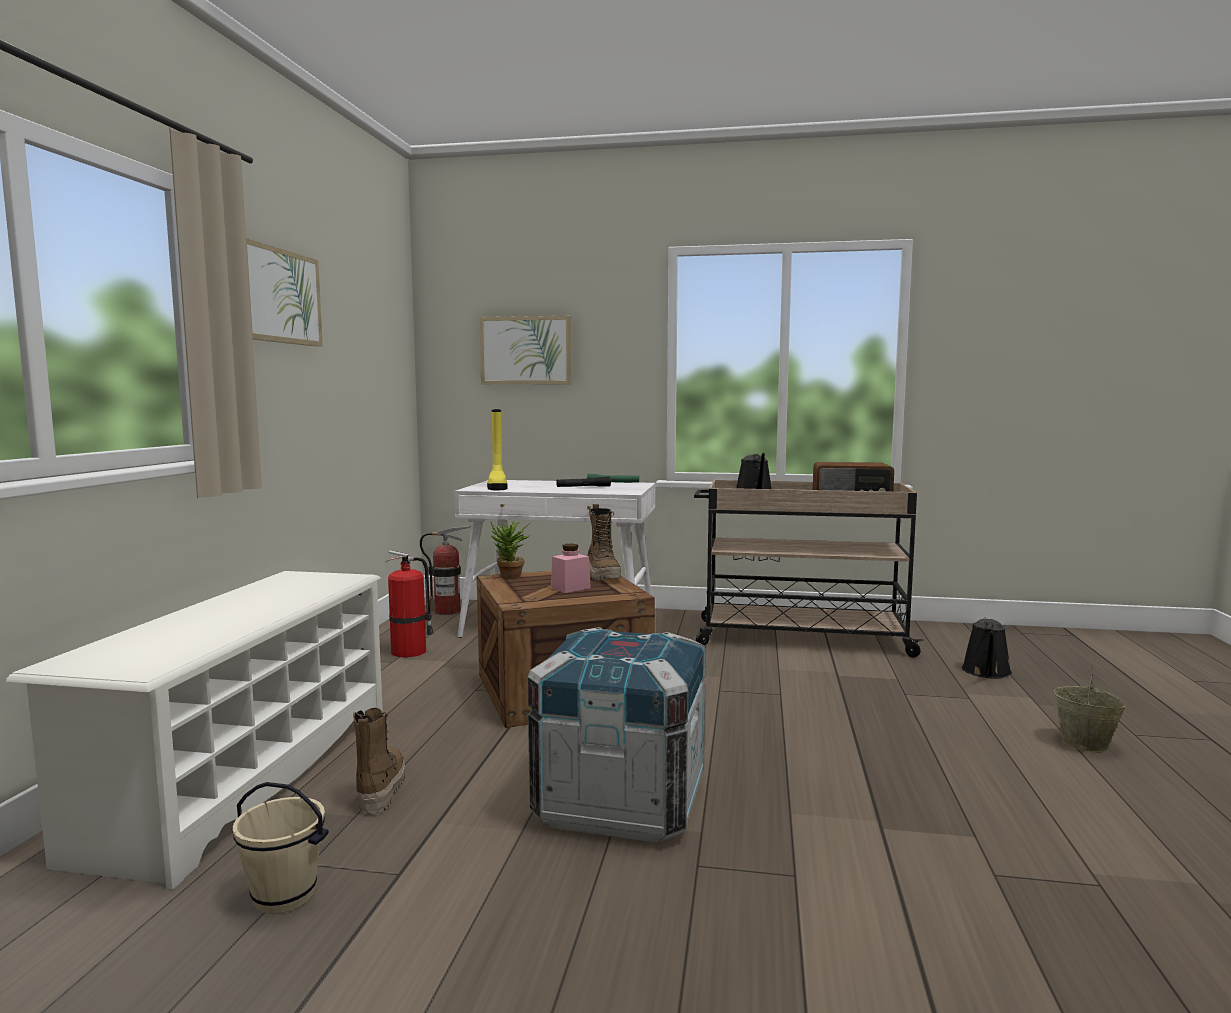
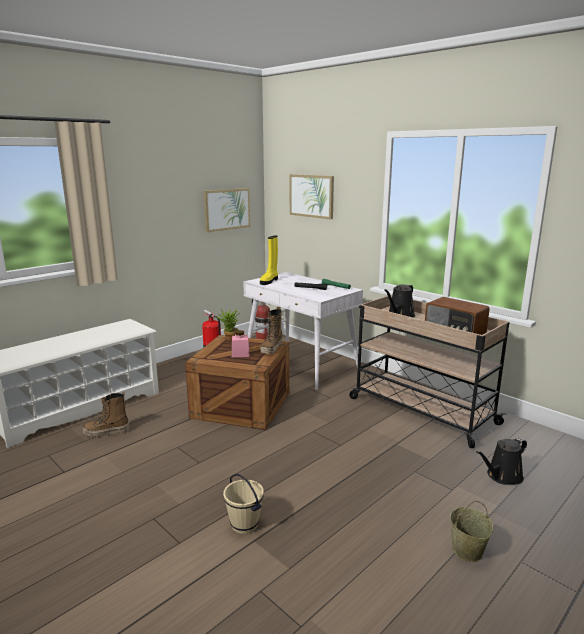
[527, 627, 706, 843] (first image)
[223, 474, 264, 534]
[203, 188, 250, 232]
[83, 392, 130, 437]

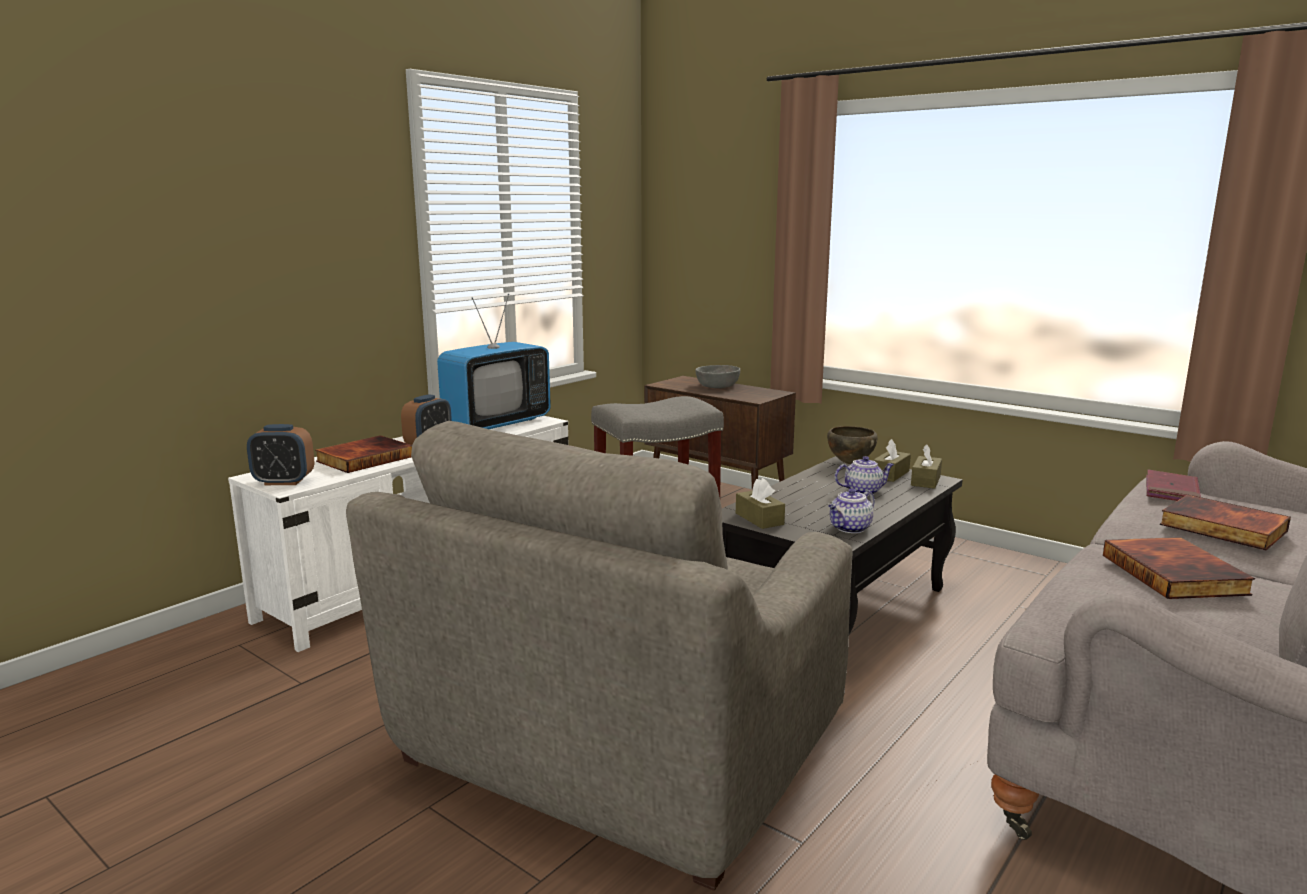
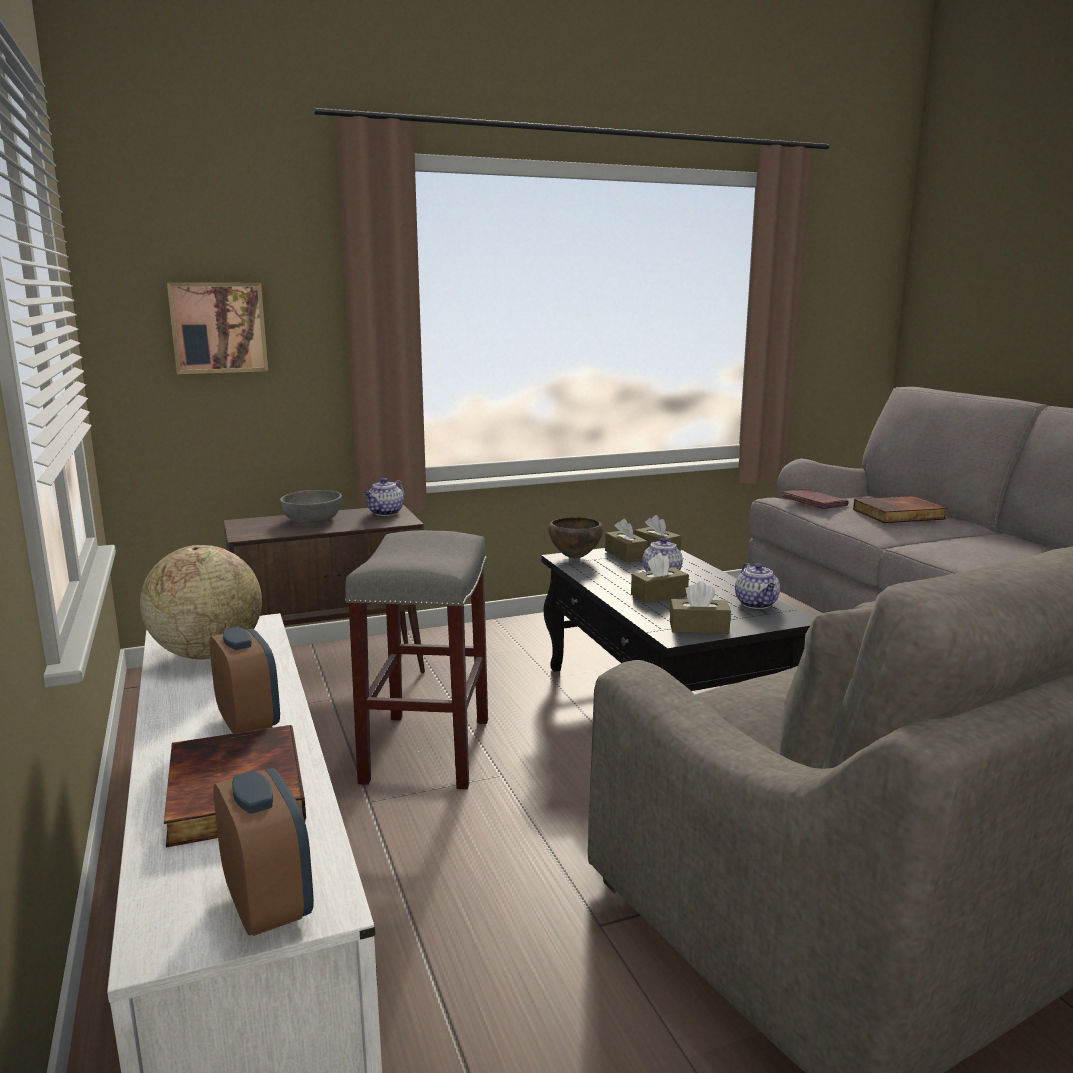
[1103, 537, 1255, 599] (first image)
[167, 282, 268, 374]
[364, 478, 405, 516]
[631, 553, 689, 603]
[140, 545, 262, 660]
[213, 768, 314, 936]

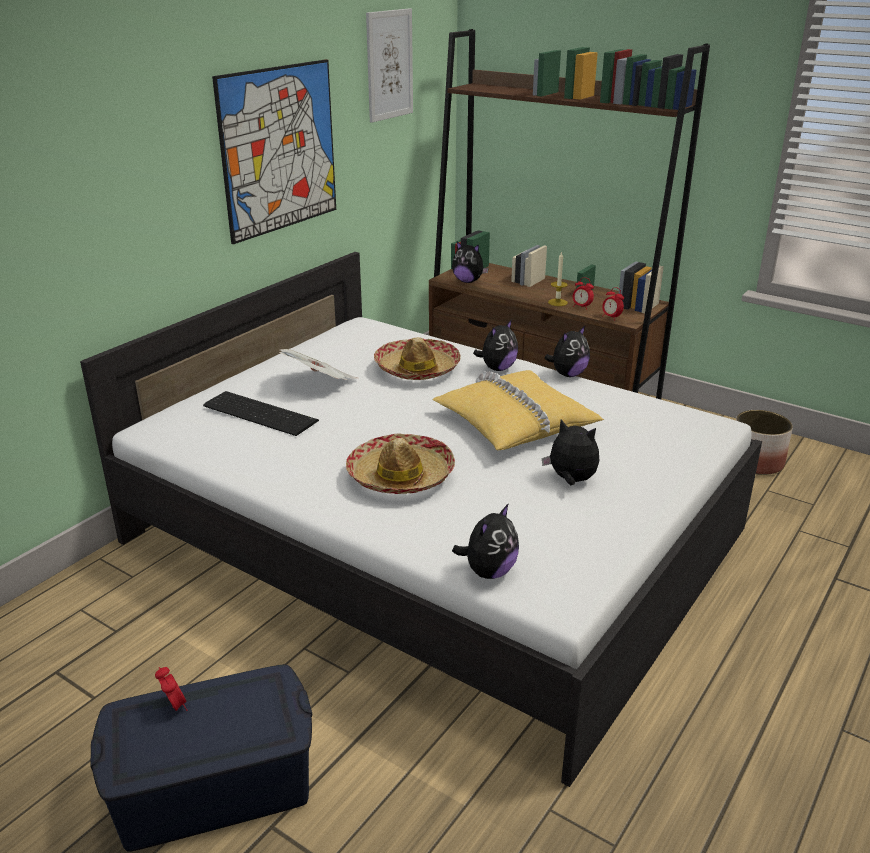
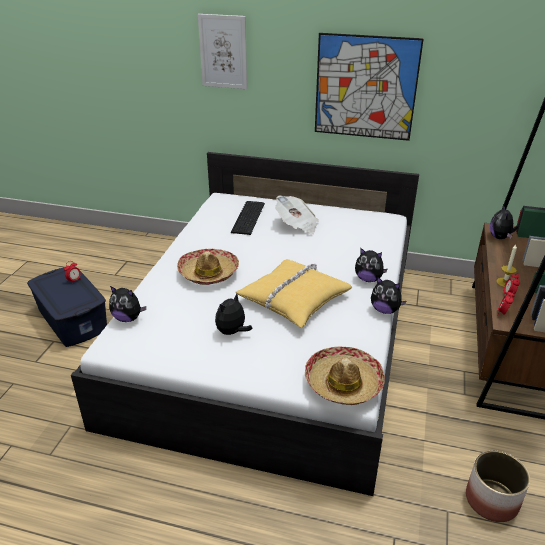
[198, 14, 247, 89]
[305, 347, 385, 405]
[215, 293, 252, 335]

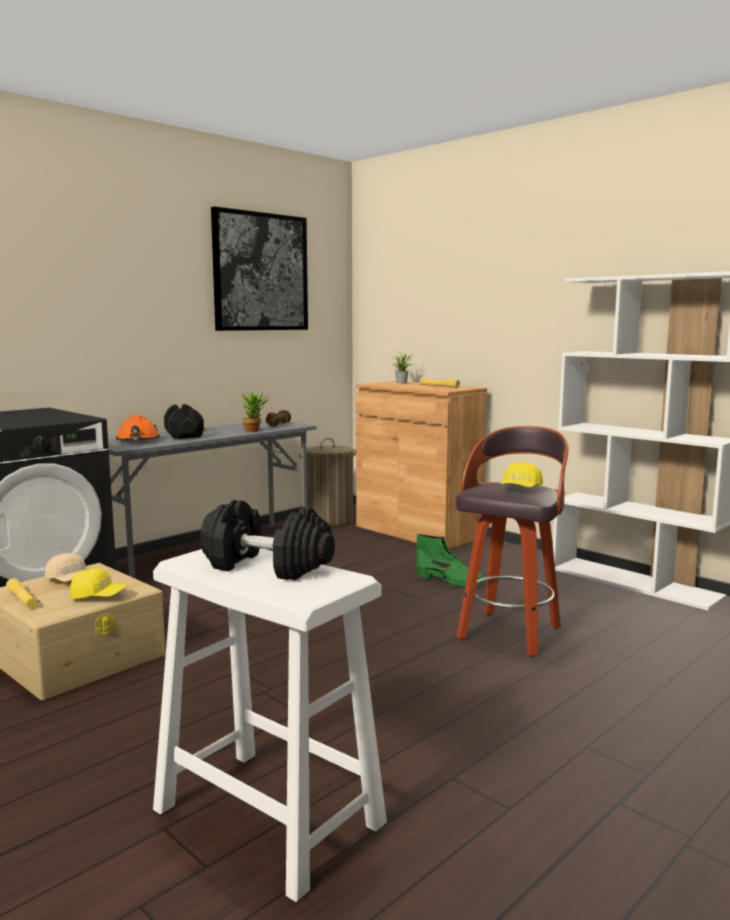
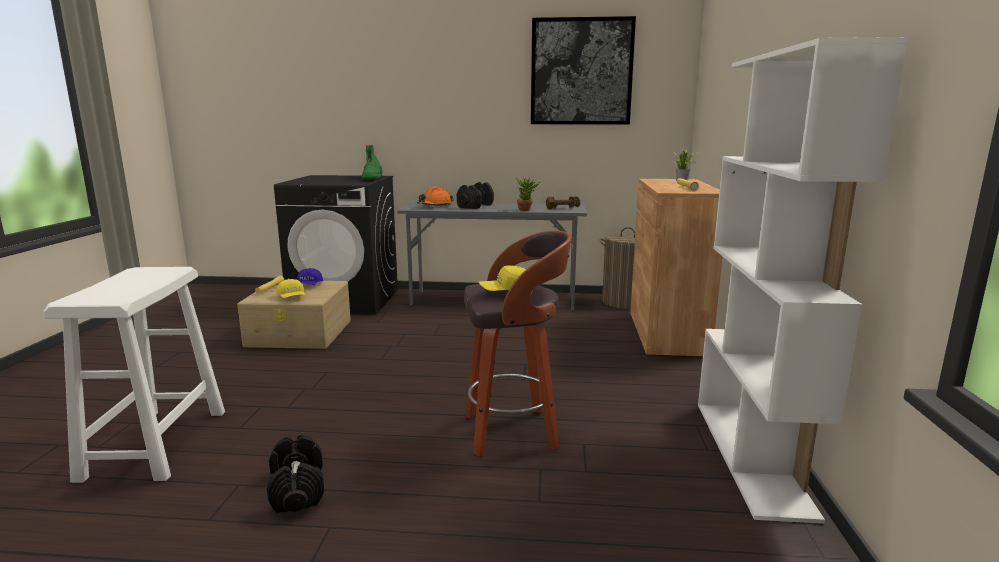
[267, 435, 324, 513]
[362, 145, 382, 180]
[297, 268, 323, 285]

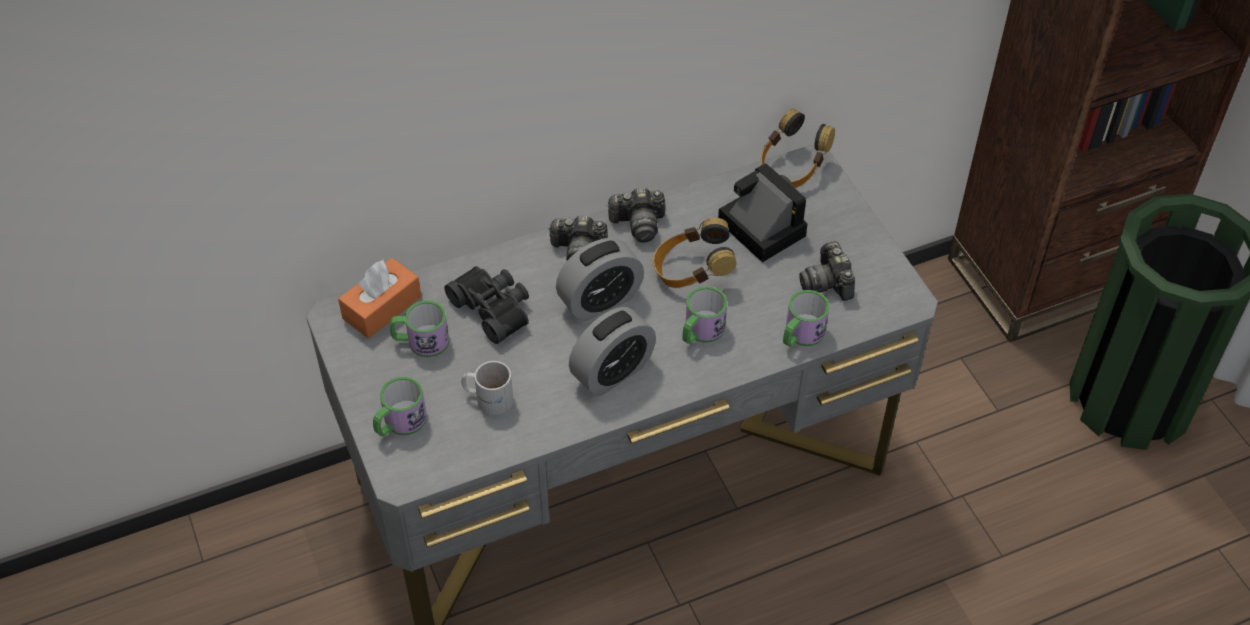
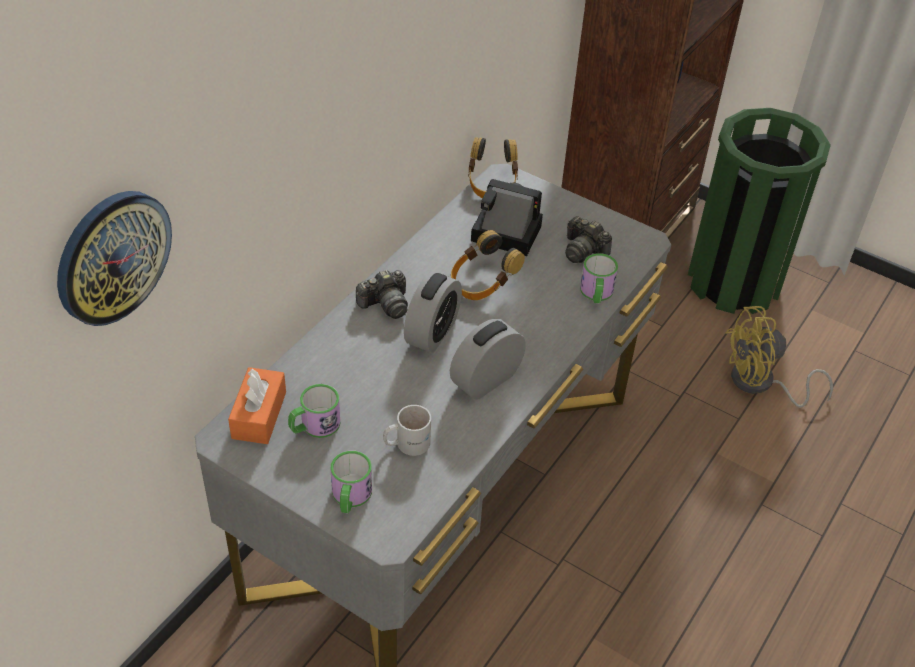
[444, 266, 529, 344] (first image)
[607, 188, 665, 242] (first image)
[682, 286, 727, 344] (first image)
[57, 191, 172, 326]
[725, 306, 833, 408]
[450, 319, 526, 399]

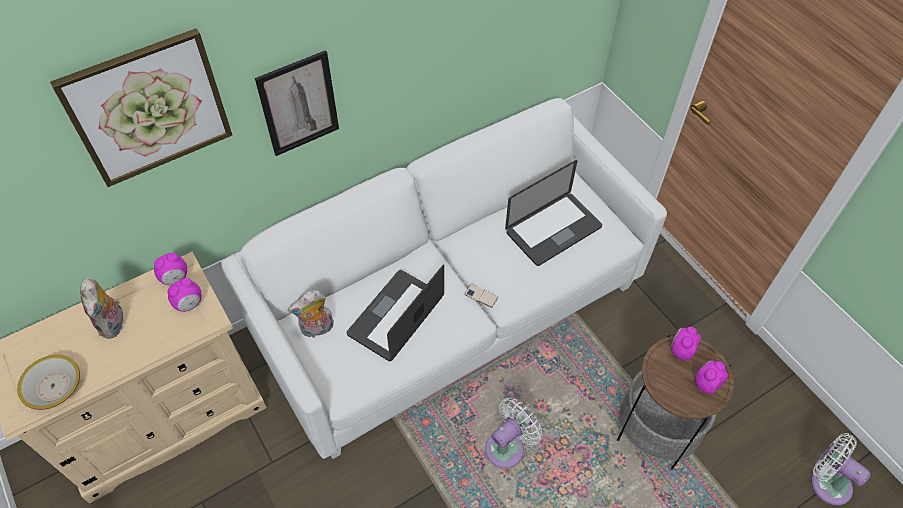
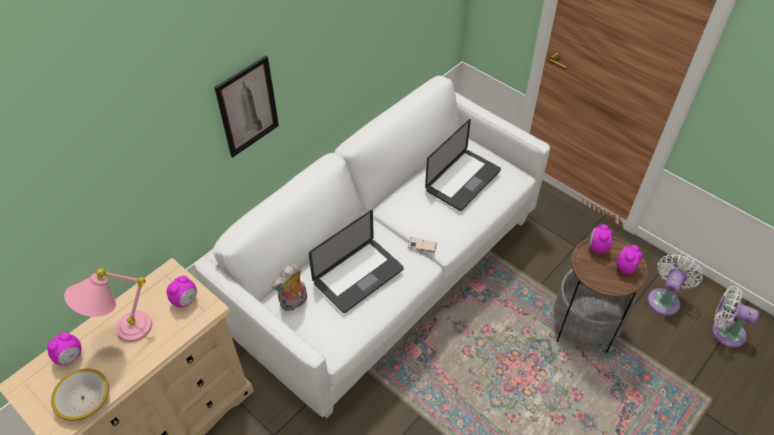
[50, 28, 232, 187] (first image)
[47, 332, 81, 365]
[648, 253, 703, 316]
[64, 269, 152, 342]
[309, 210, 404, 313]

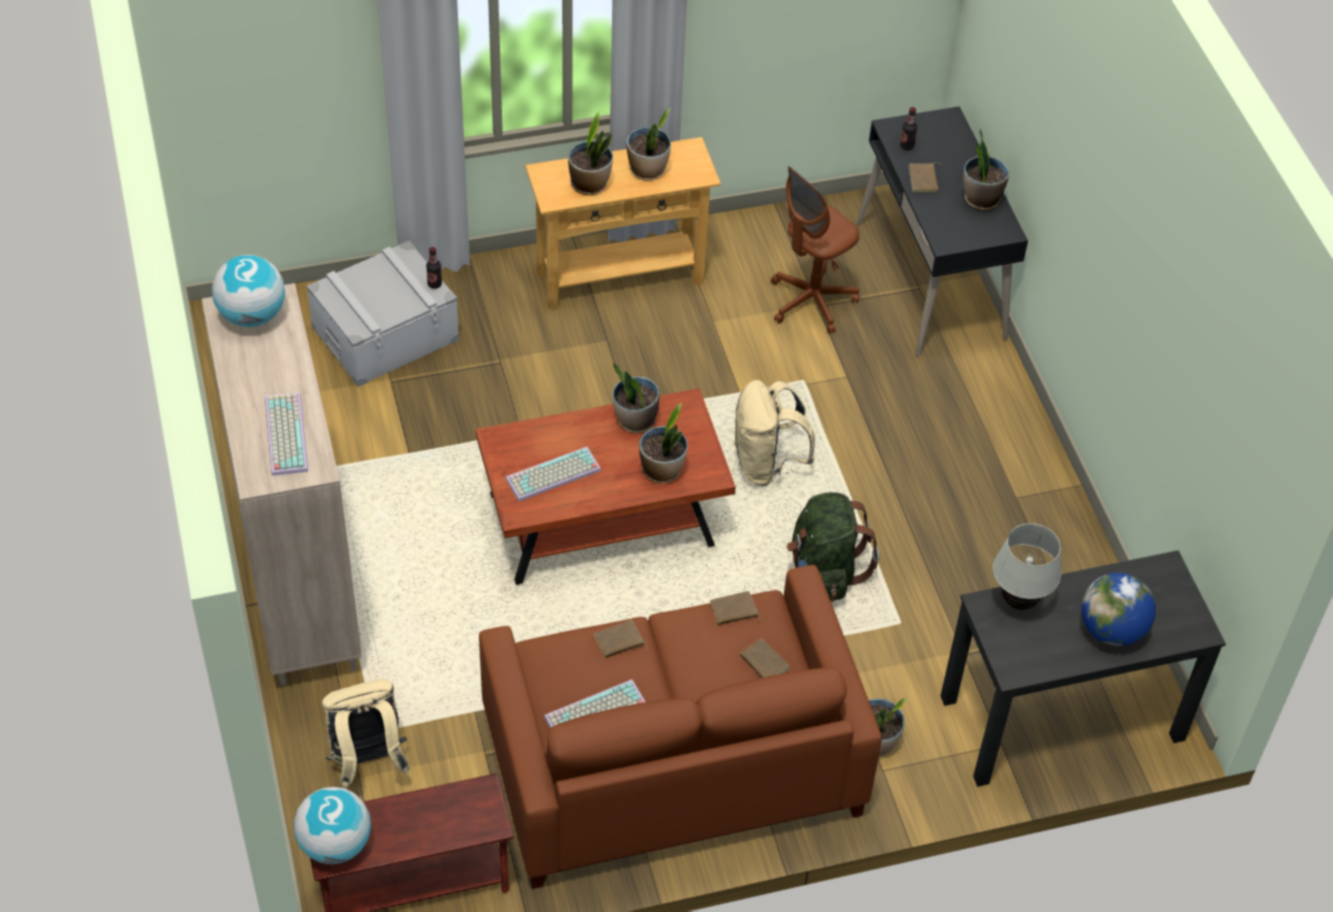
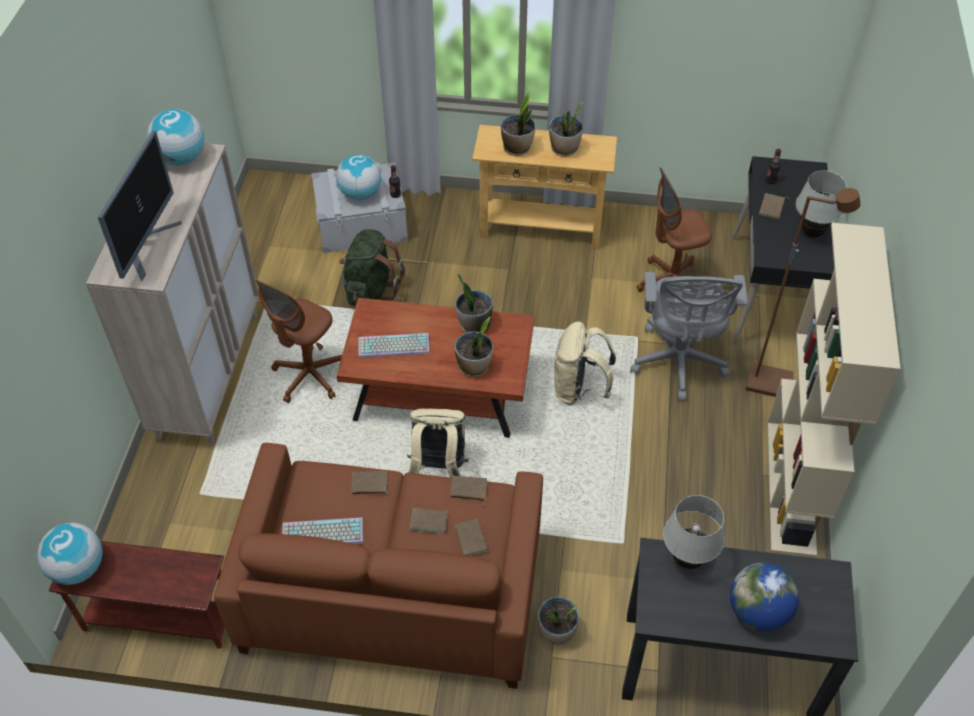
[255, 280, 342, 403]
[336, 154, 381, 200]
[409, 501, 448, 534]
[630, 272, 747, 401]
[746, 188, 861, 397]
[767, 223, 901, 557]
[407, 408, 468, 478]
[339, 229, 405, 306]
[98, 131, 182, 281]
[795, 171, 846, 238]

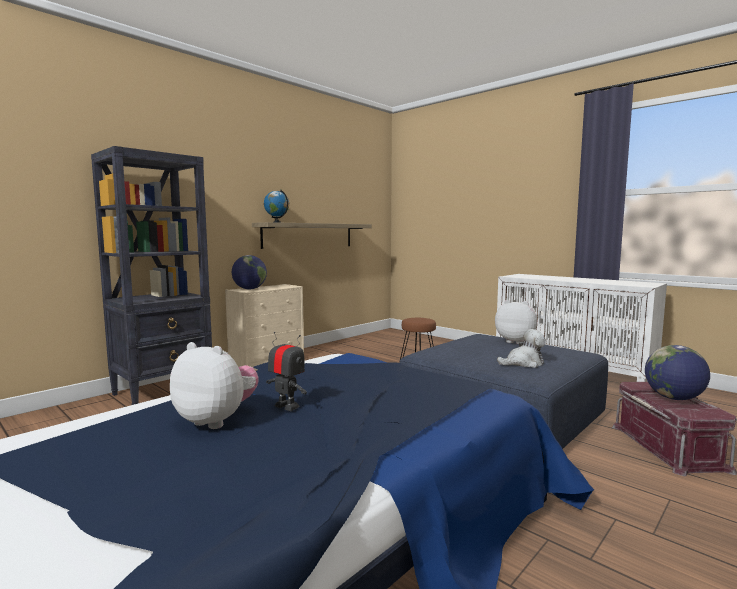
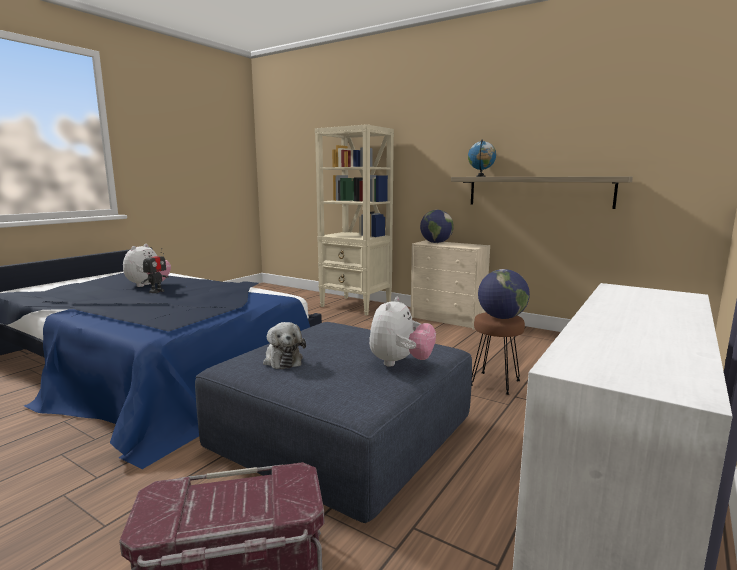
[478, 269, 530, 319]
[315, 124, 394, 315]

